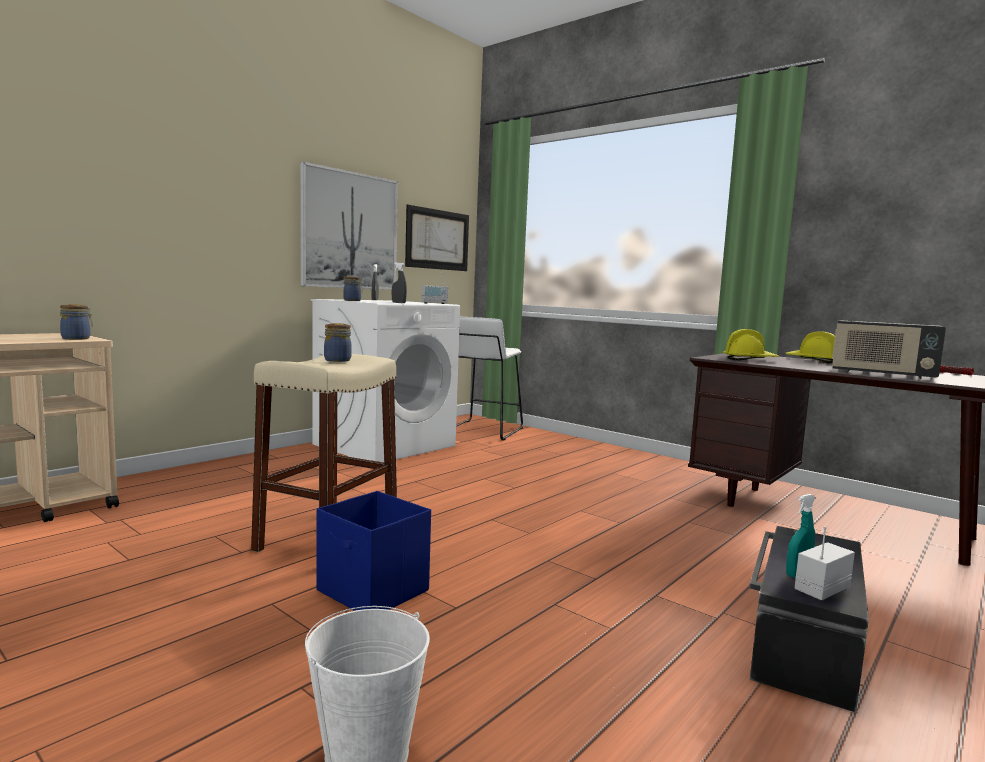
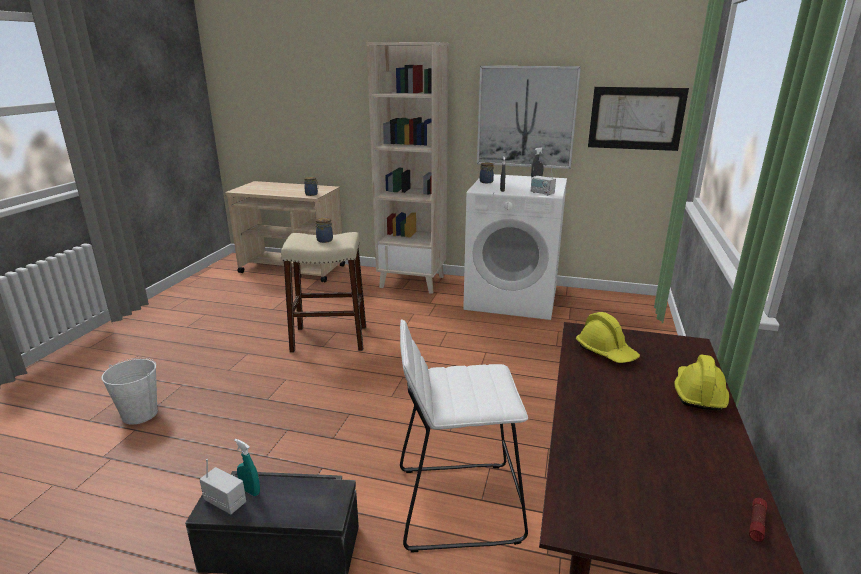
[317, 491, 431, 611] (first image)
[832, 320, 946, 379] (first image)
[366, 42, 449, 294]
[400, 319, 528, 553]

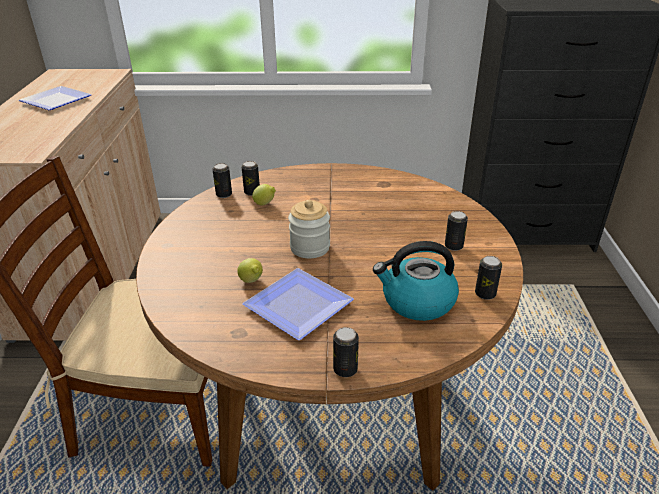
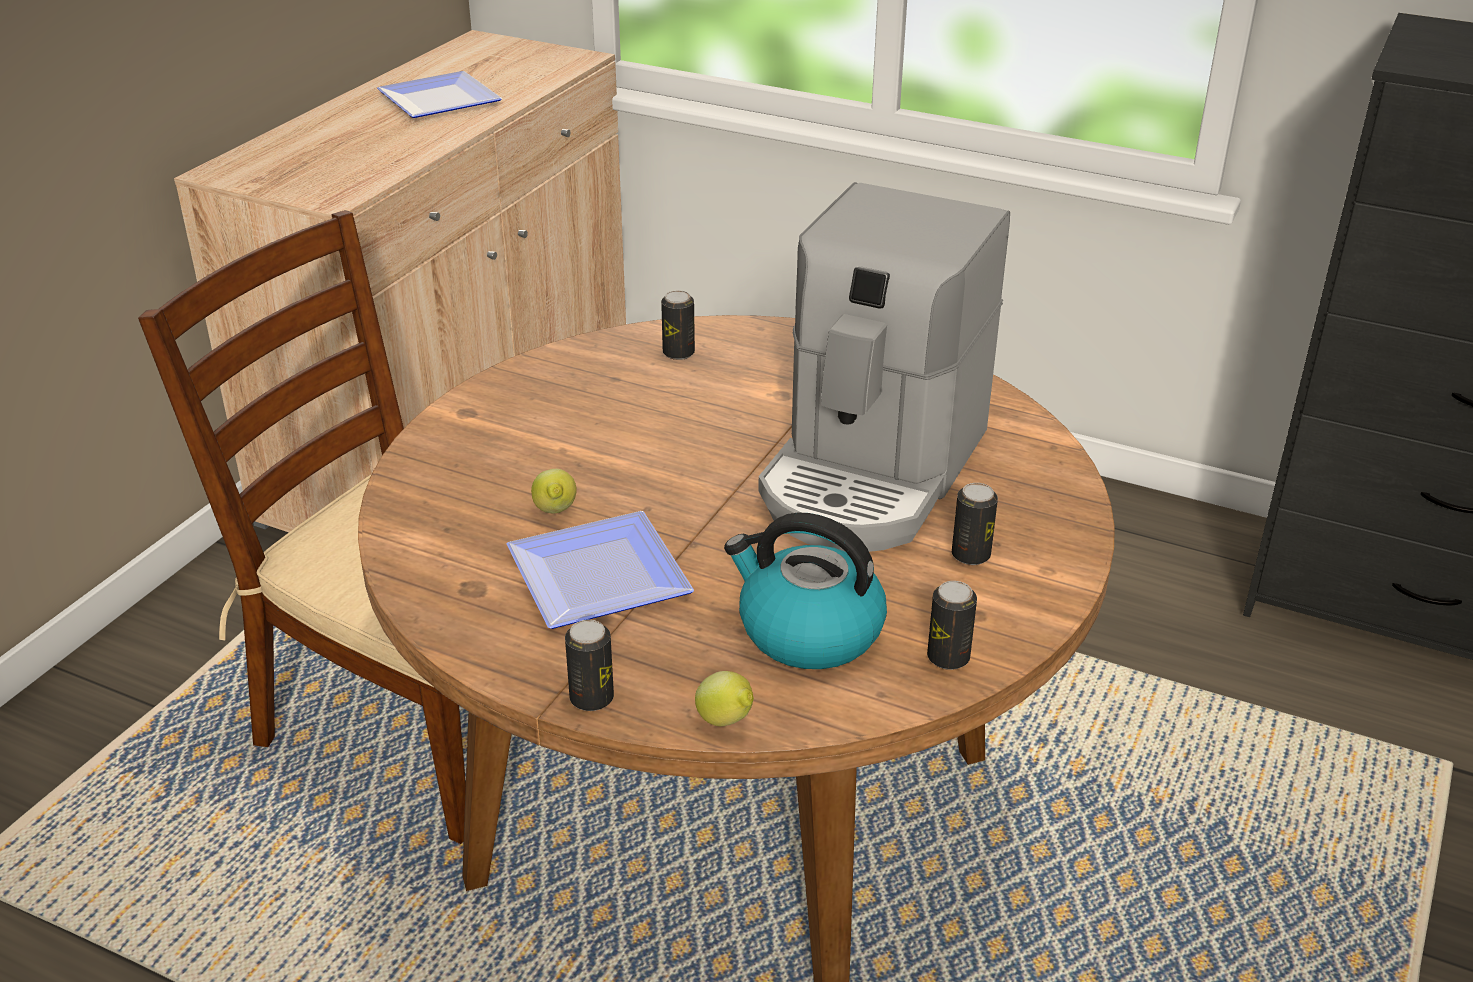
[212, 163, 232, 198] (first image)
[288, 200, 330, 259] (first image)
[758, 182, 1010, 552]
[695, 671, 754, 727]

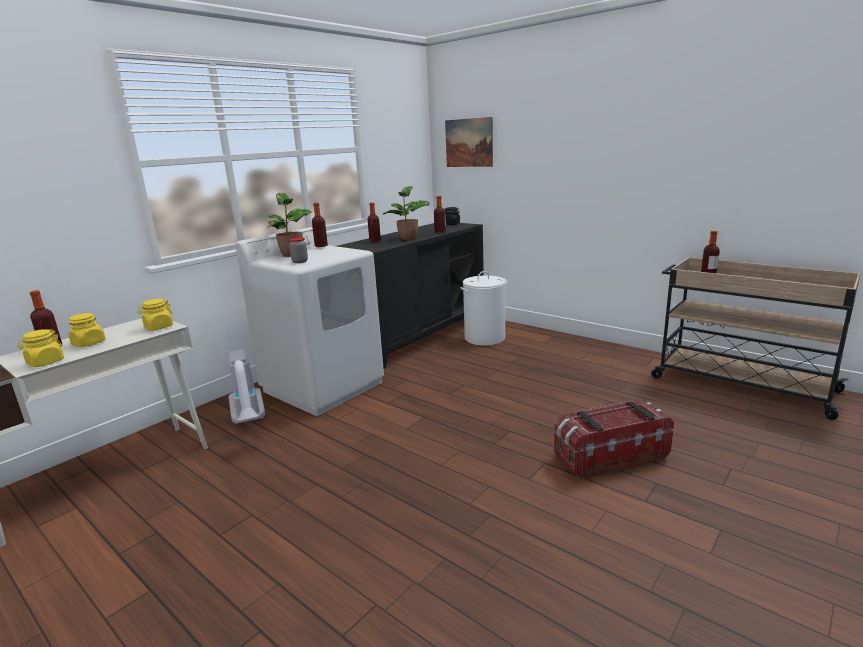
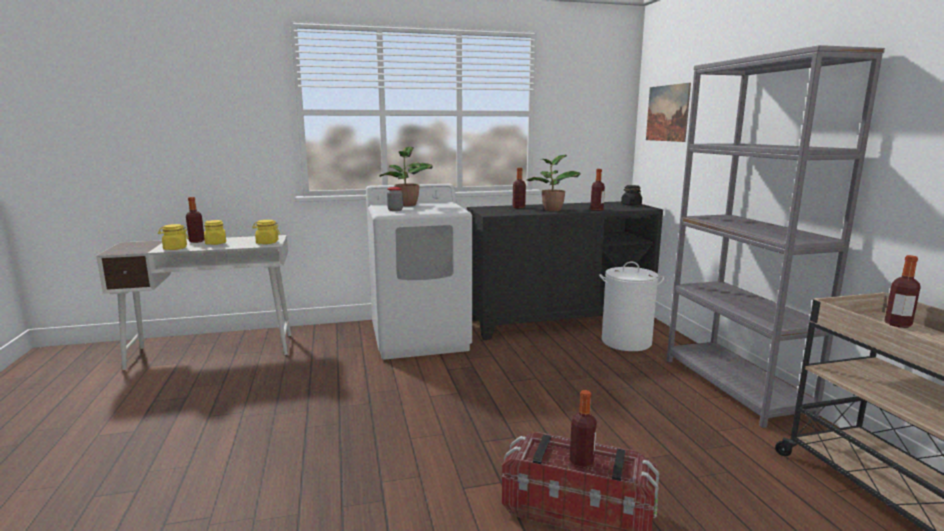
[229, 349, 265, 425] (first image)
[667, 45, 885, 428]
[570, 390, 597, 468]

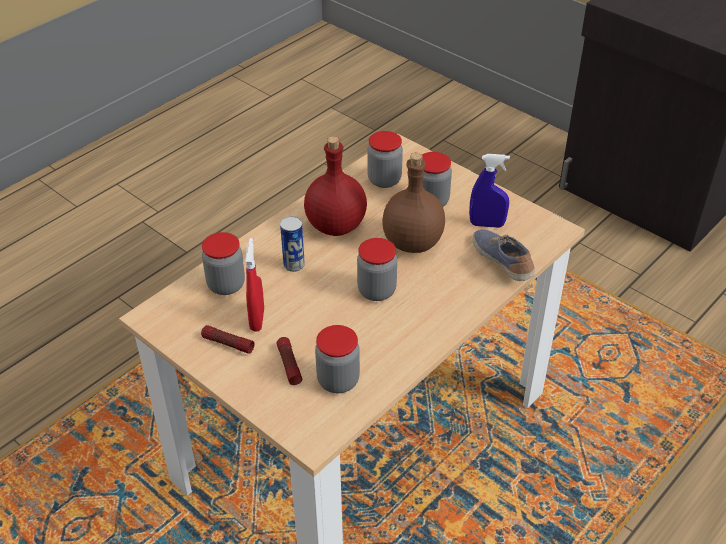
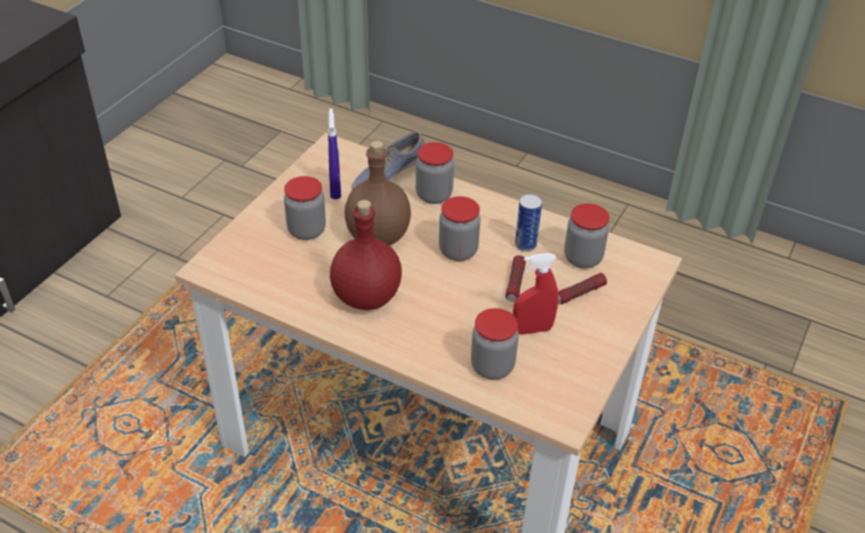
[506, 255, 526, 302]
[515, 194, 542, 252]
[416, 142, 454, 204]

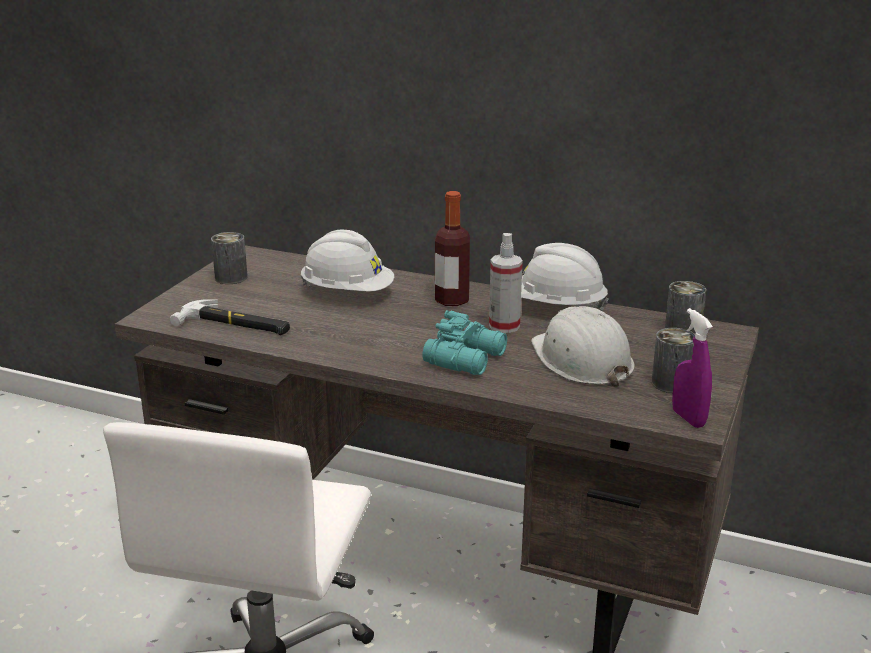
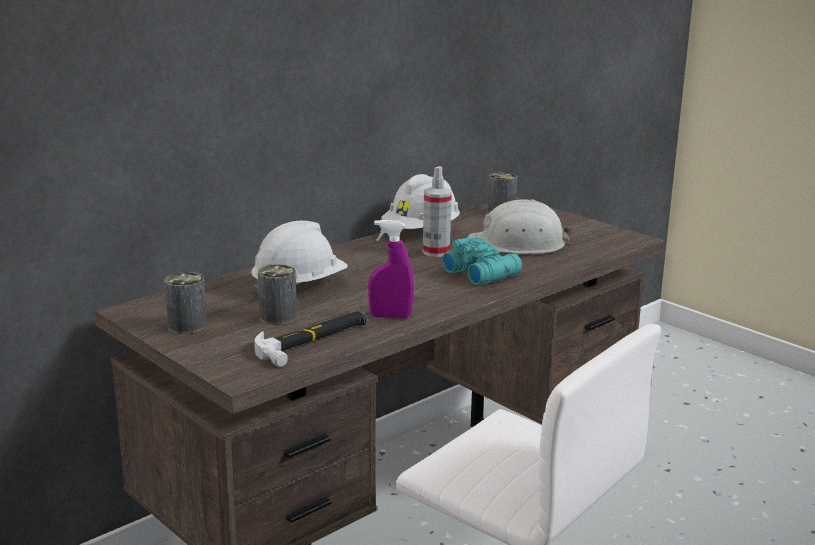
[435, 191, 470, 306] (first image)
[258, 264, 297, 325]
[368, 220, 414, 318]

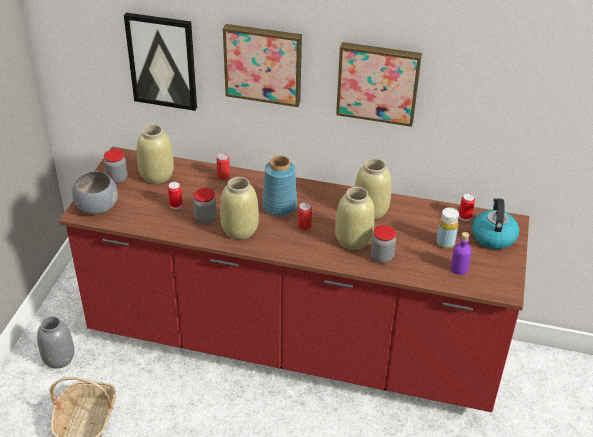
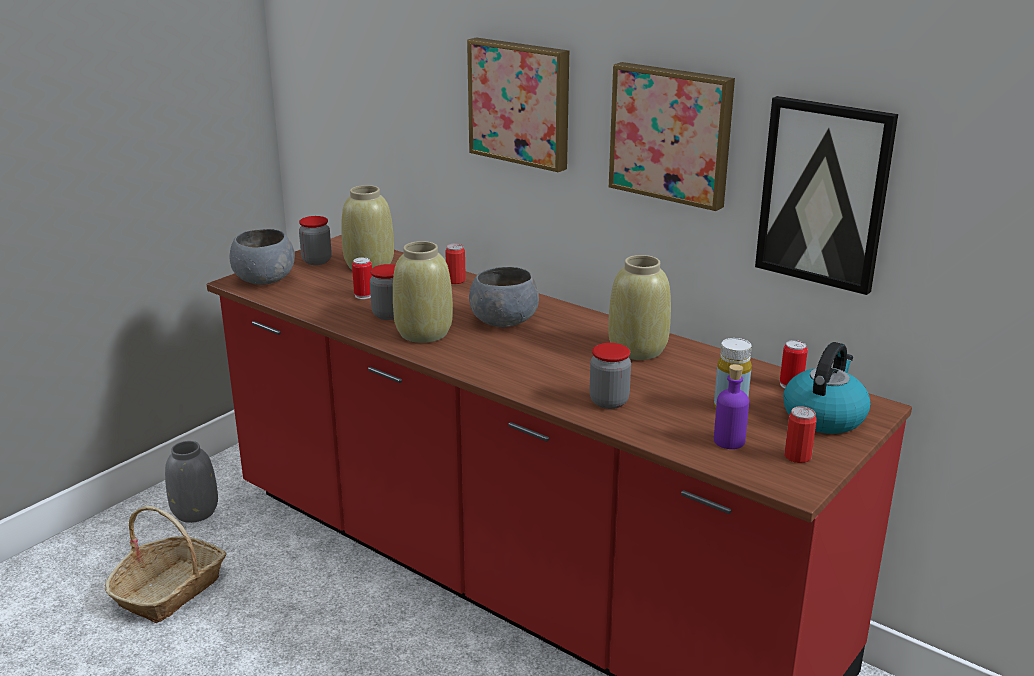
[335, 187, 375, 250] (first image)
[755, 96, 898, 295]
[784, 406, 817, 463]
[469, 267, 539, 327]

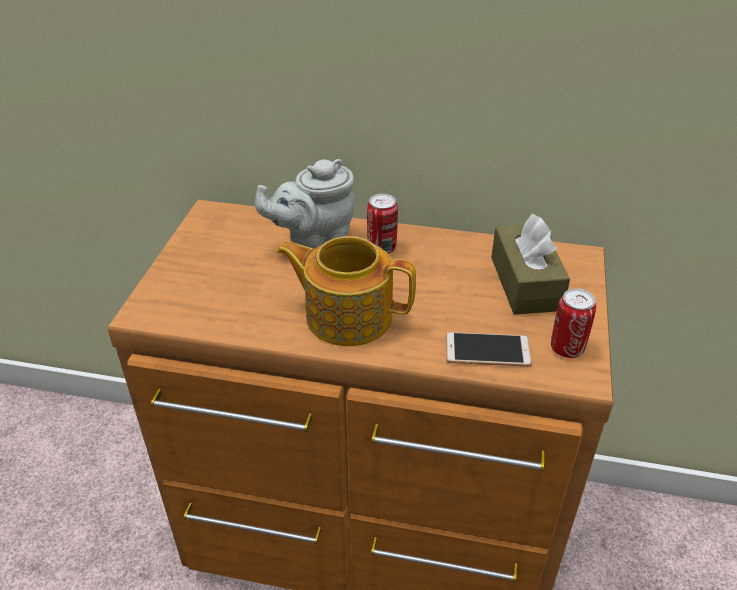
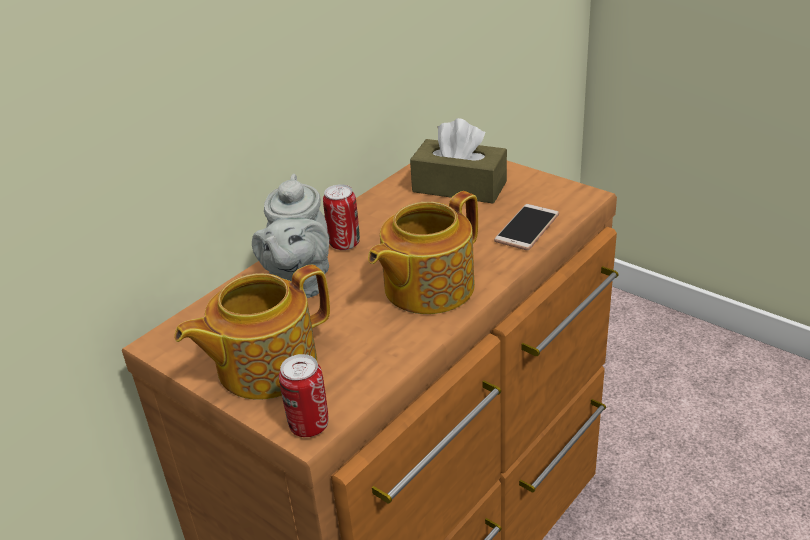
[174, 264, 330, 400]
[279, 354, 329, 437]

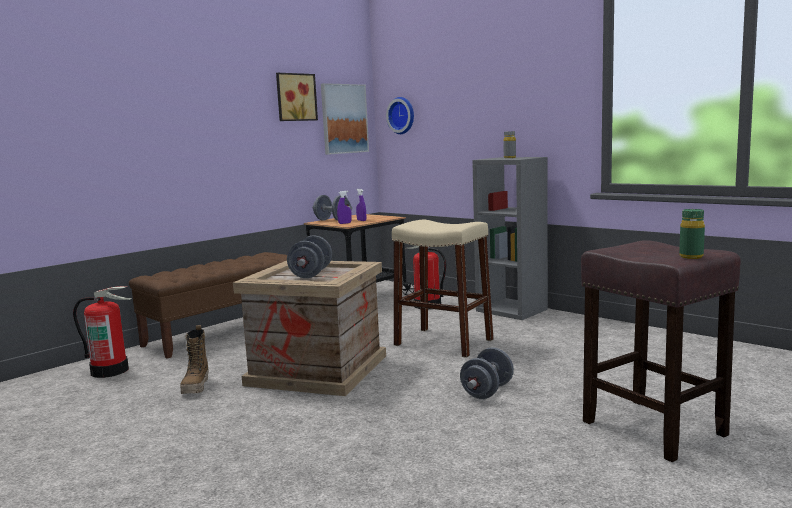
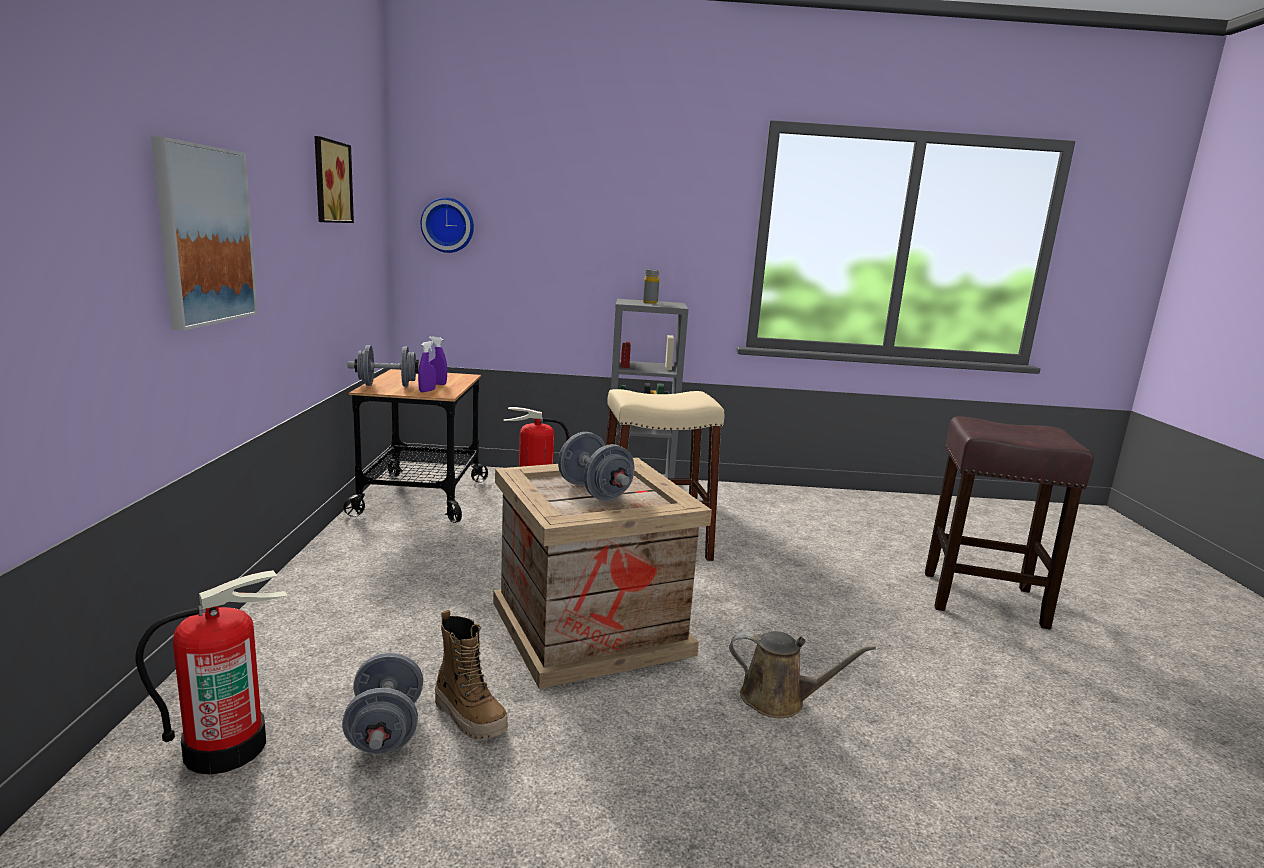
[129, 252, 287, 359] (first image)
[679, 209, 705, 259] (first image)
[729, 631, 876, 718]
[151, 136, 258, 331]
[342, 653, 423, 754]

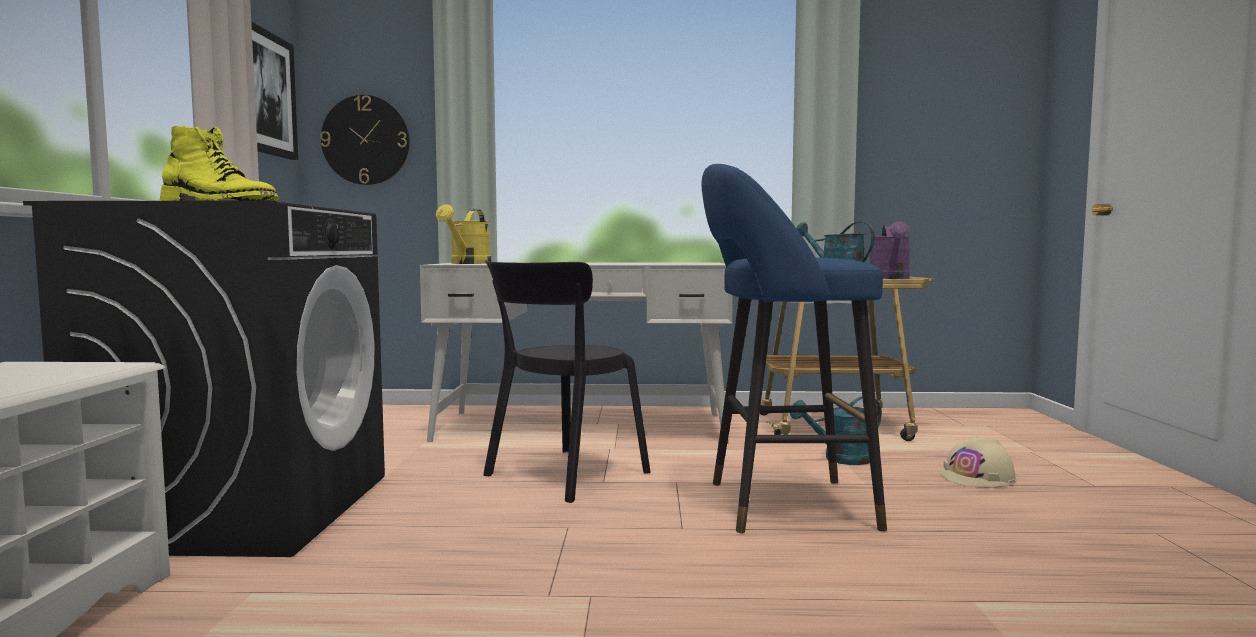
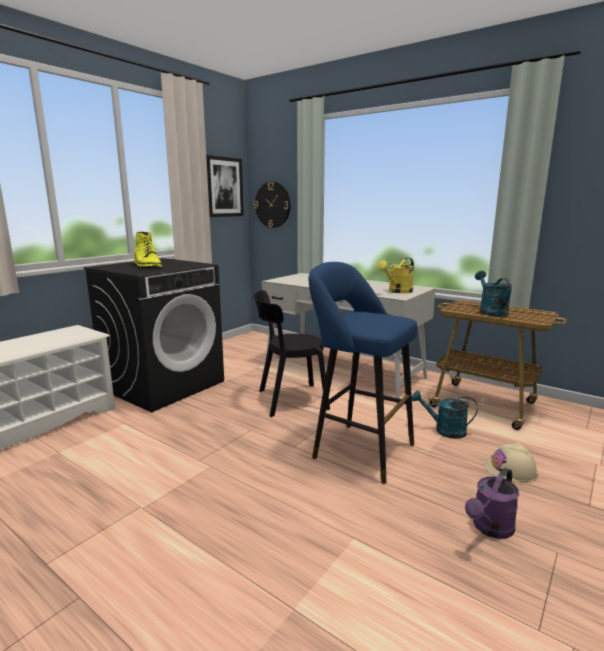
[377, 258, 414, 293]
[465, 468, 519, 539]

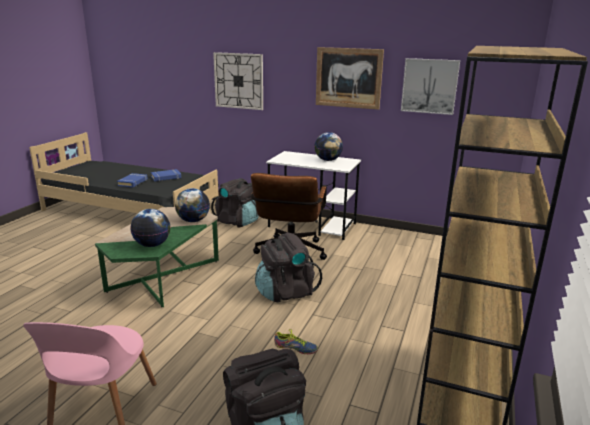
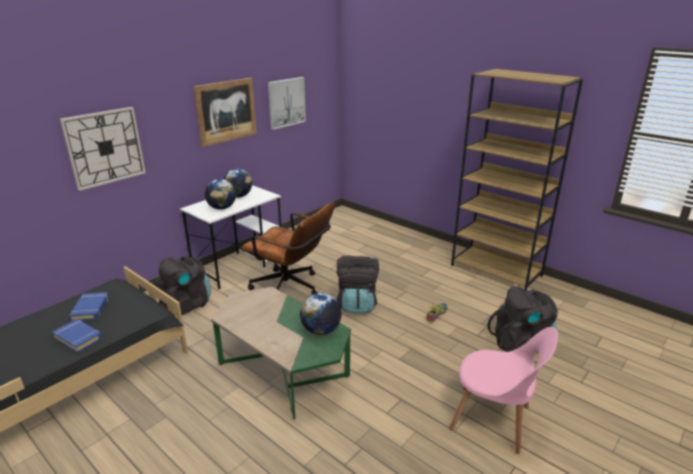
[204, 179, 236, 210]

